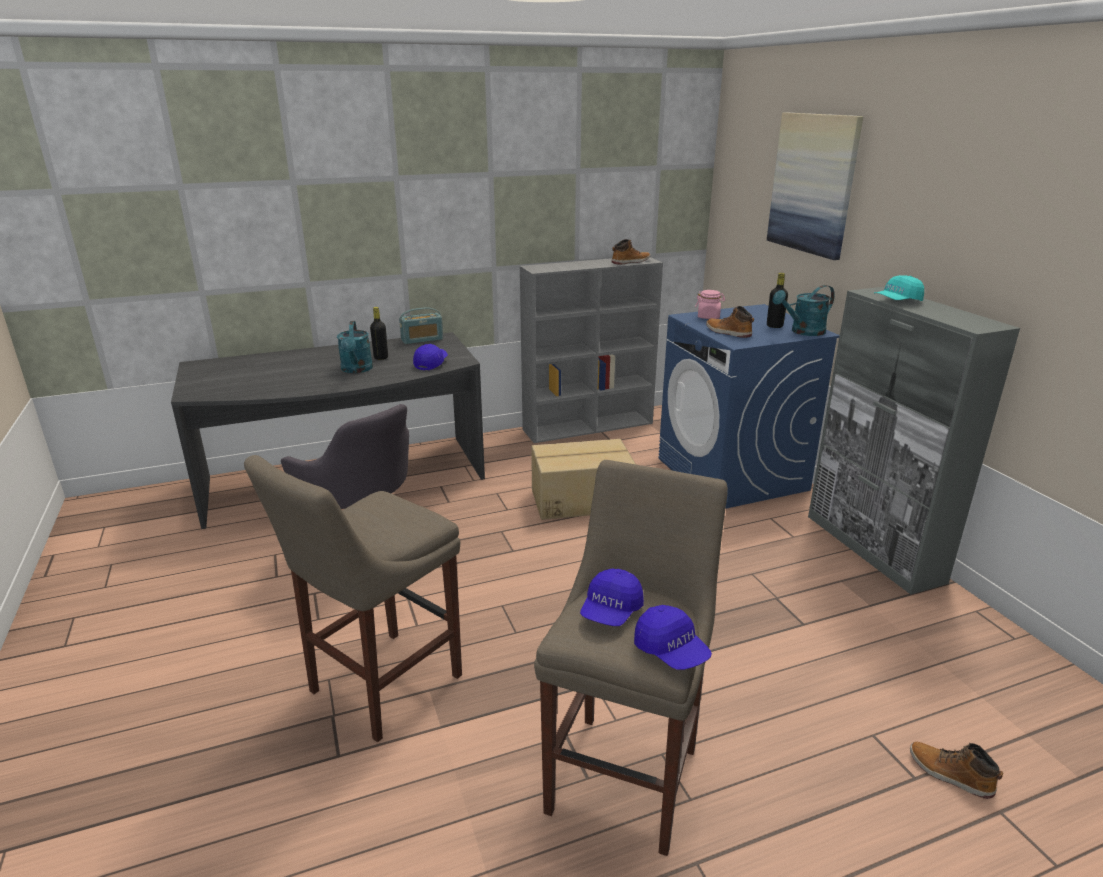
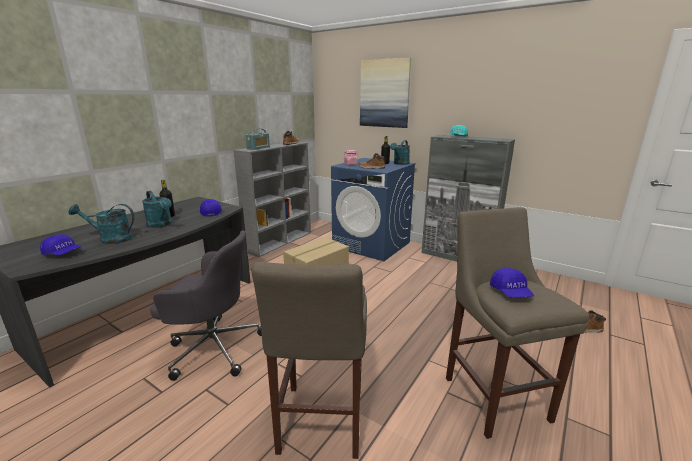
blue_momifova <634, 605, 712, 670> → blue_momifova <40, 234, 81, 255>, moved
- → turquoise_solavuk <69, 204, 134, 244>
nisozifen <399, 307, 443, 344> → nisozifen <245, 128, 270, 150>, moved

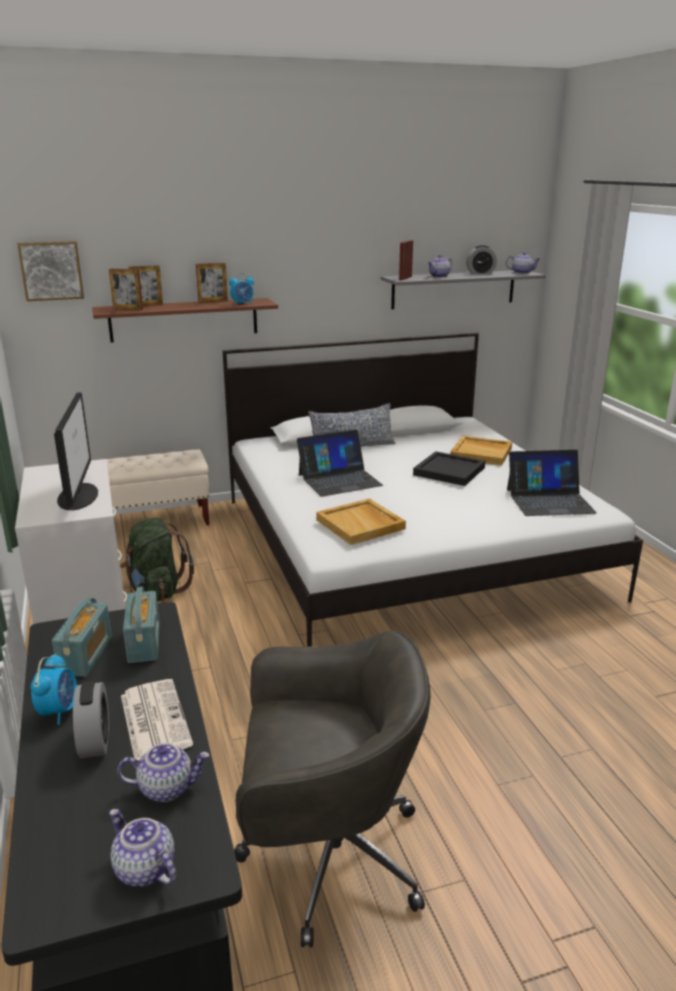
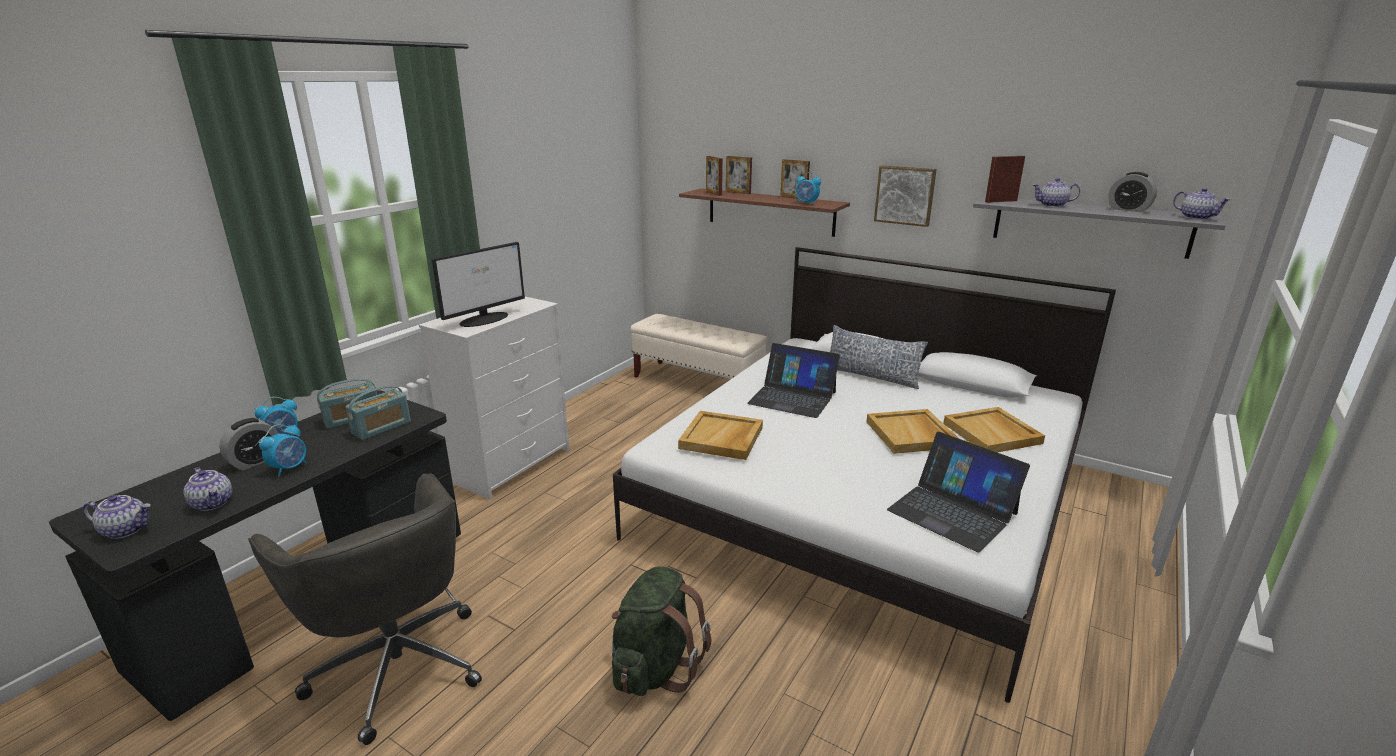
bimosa <109, 809, 176, 887> → bimosa <82, 495, 151, 539>, 90 degrees clockwise
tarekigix <121, 679, 193, 760> → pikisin <259, 424, 307, 477>
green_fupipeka <120, 518, 194, 601> → green_fupipeka <612, 567, 711, 696>, moved
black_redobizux <413, 451, 485, 486> → beige_redobizux <866, 409, 959, 454>
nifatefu <17, 241, 84, 301> → nifatefu <874, 166, 937, 227>, moved

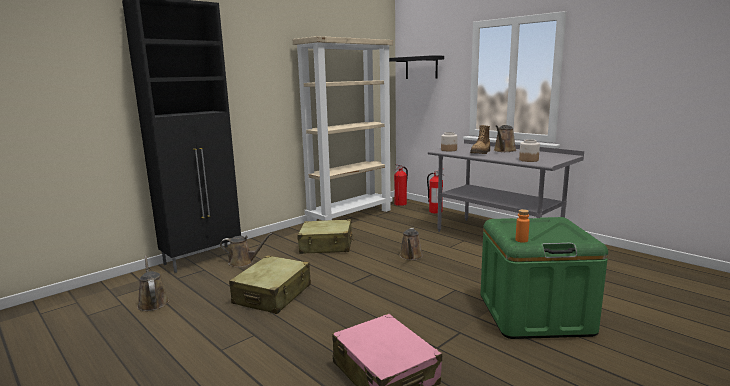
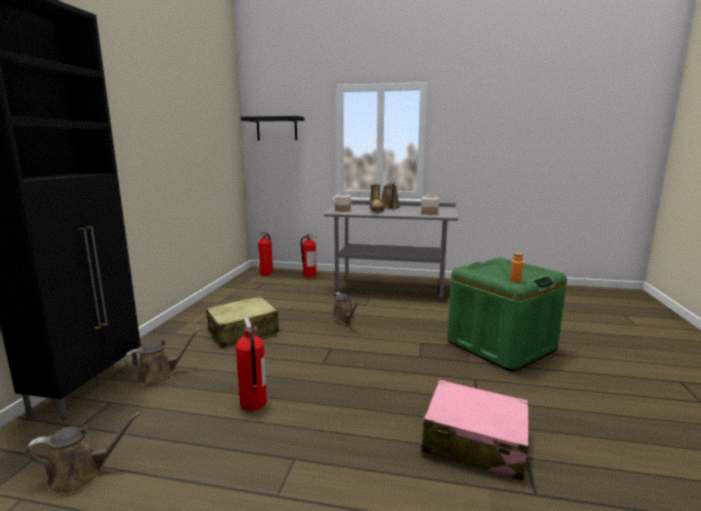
brown_solavuk <137, 255, 169, 311> → brown_solavuk <25, 412, 141, 495>, 135 degrees clockwise
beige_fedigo <229, 255, 311, 314> → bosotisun <236, 316, 267, 411>
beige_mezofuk <293, 36, 393, 221> → -

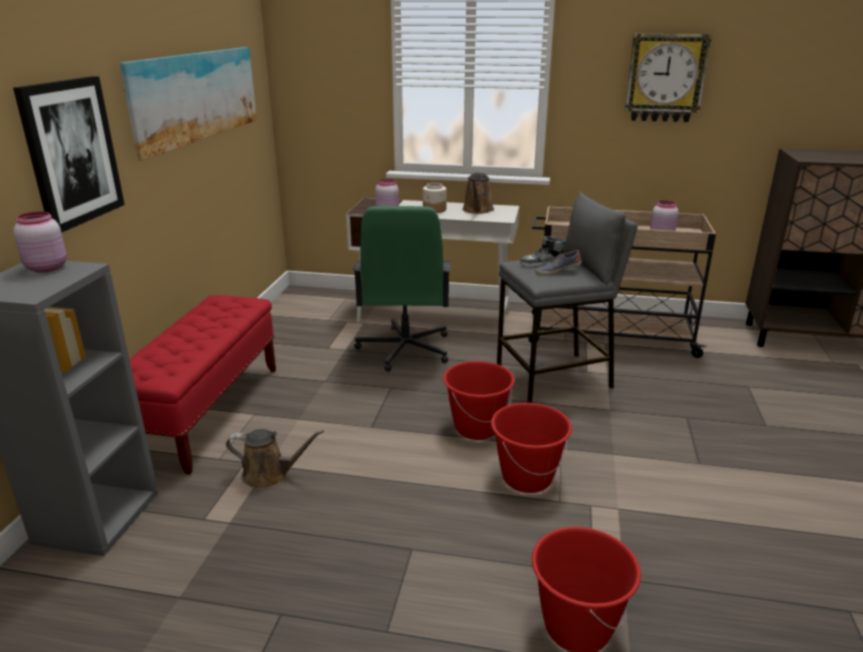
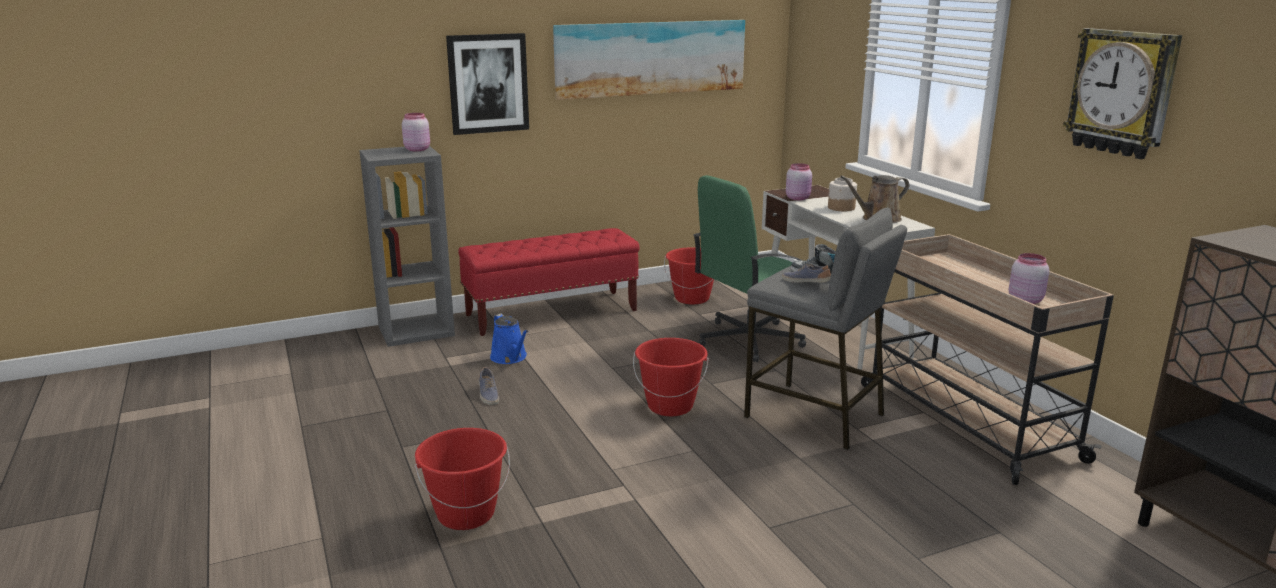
- → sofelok <479, 367, 499, 405>
brown_solavuk <226, 429, 324, 489> → blue_solavuk <490, 313, 528, 364>
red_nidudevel <491, 403, 572, 493> → red_nidudevel <664, 247, 714, 304>, moved

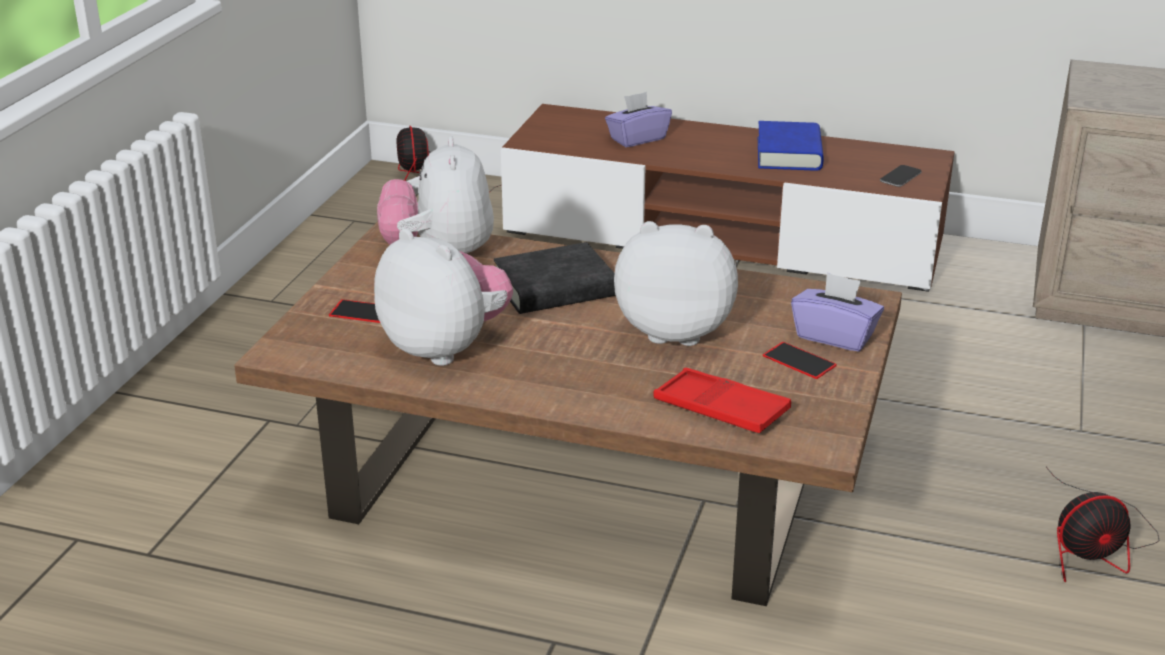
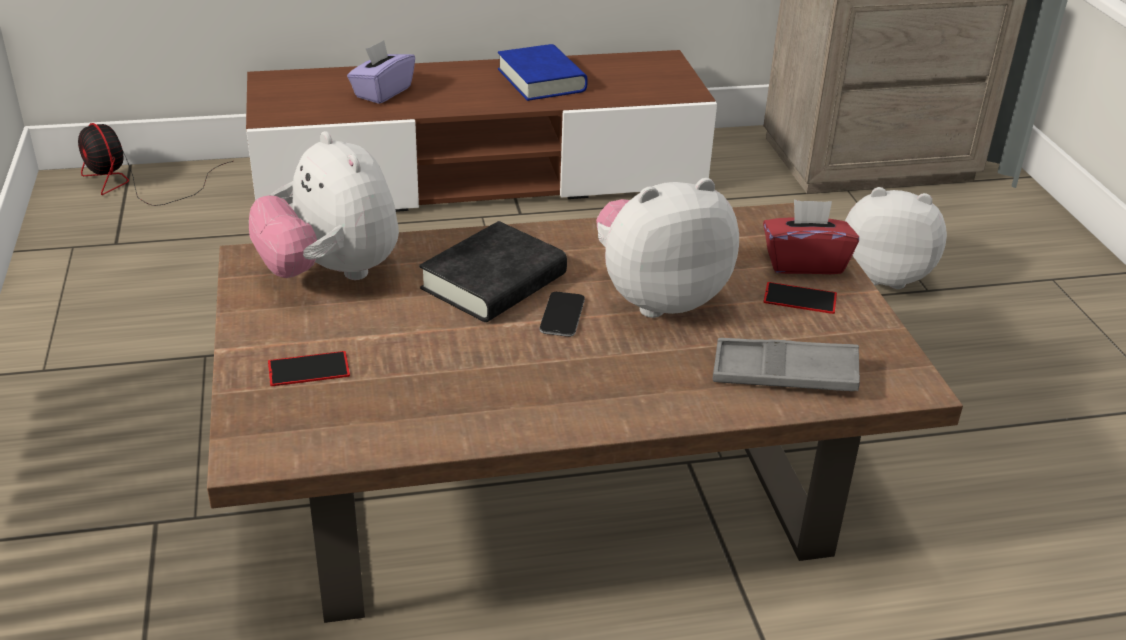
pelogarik <880, 165, 922, 187> → pelogarik <539, 292, 585, 337>, moved
red_redobizux <653, 368, 791, 433> → grey_redobizux <713, 338, 860, 391>
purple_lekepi <791, 272, 884, 352> → red_lekepi <763, 200, 859, 274>
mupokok <374, 228, 513, 366> → mupokok <845, 187, 947, 289>, moved
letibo <1046, 467, 1159, 582> → -

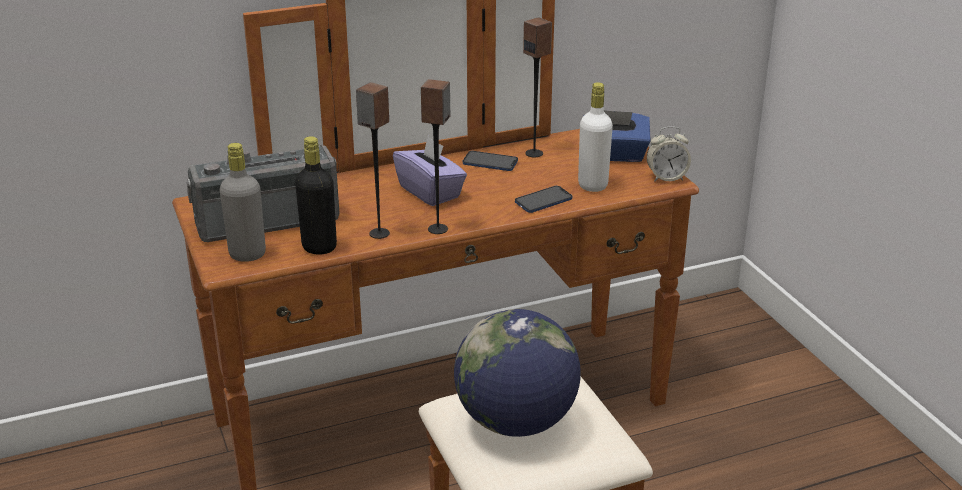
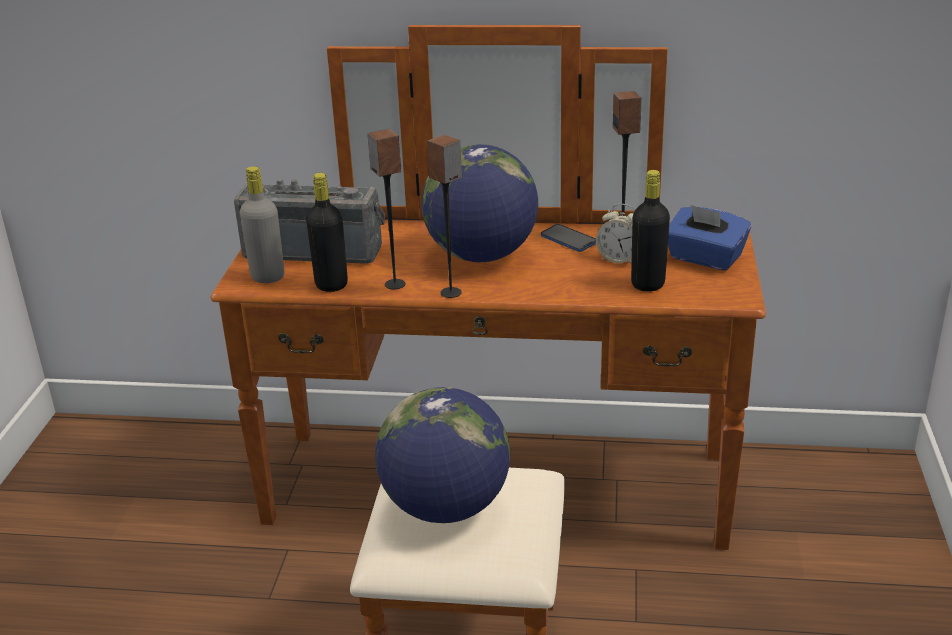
purple_lekepi <393, 136, 467, 206> → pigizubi <421, 144, 538, 262>
pikisin <647, 126, 691, 182> → pikisin <596, 204, 635, 265>, moved
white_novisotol <578, 82, 613, 192> → black_novisotol <631, 170, 670, 292>
pelogarik <515, 186, 572, 213> → -

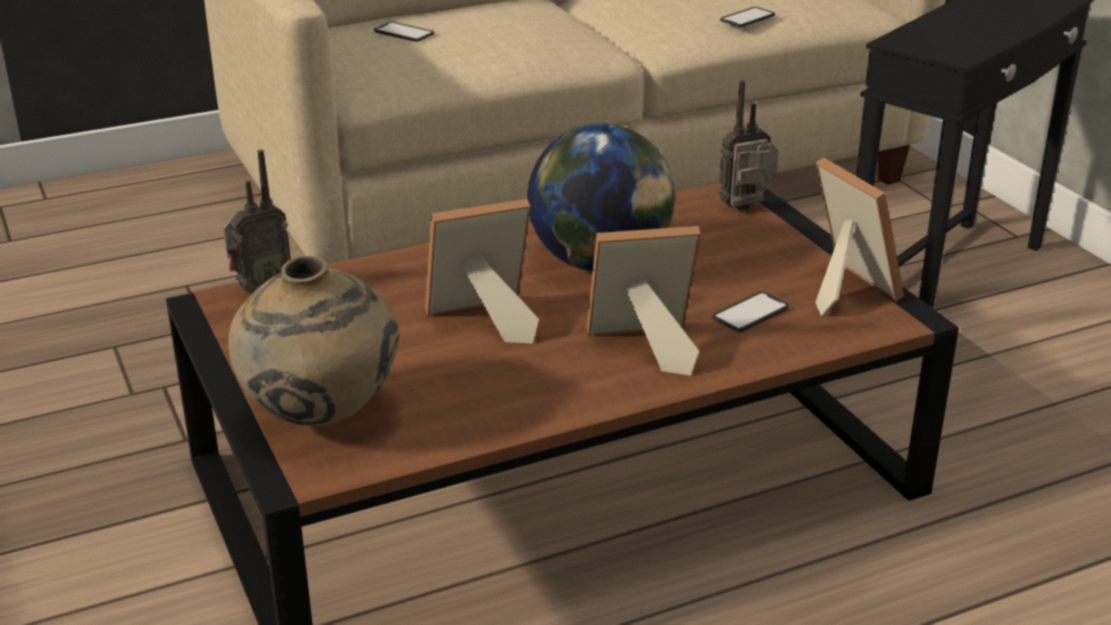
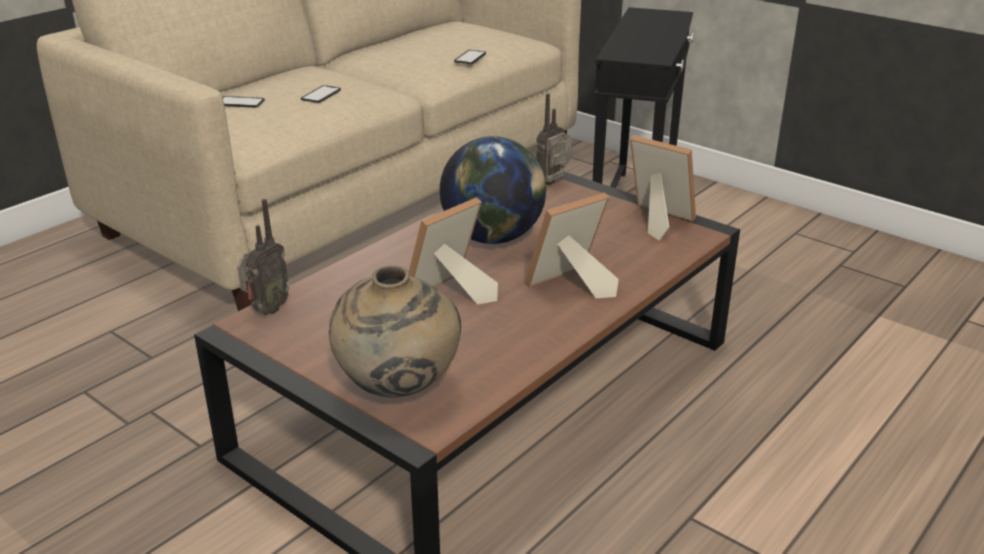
pelogarik <712, 292, 789, 332> → pelogarik <301, 85, 341, 103>, moved

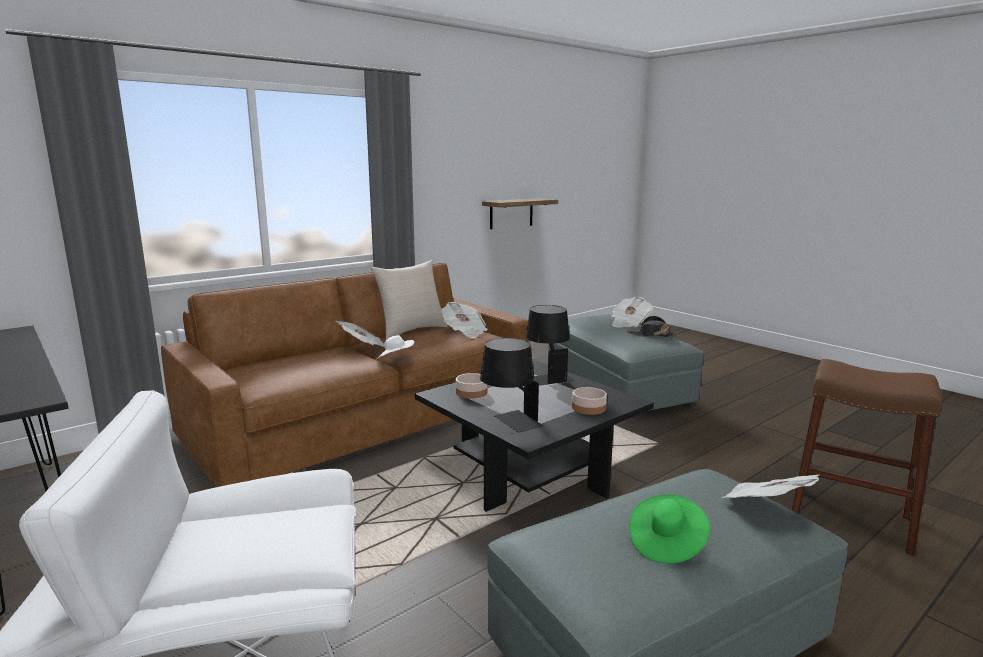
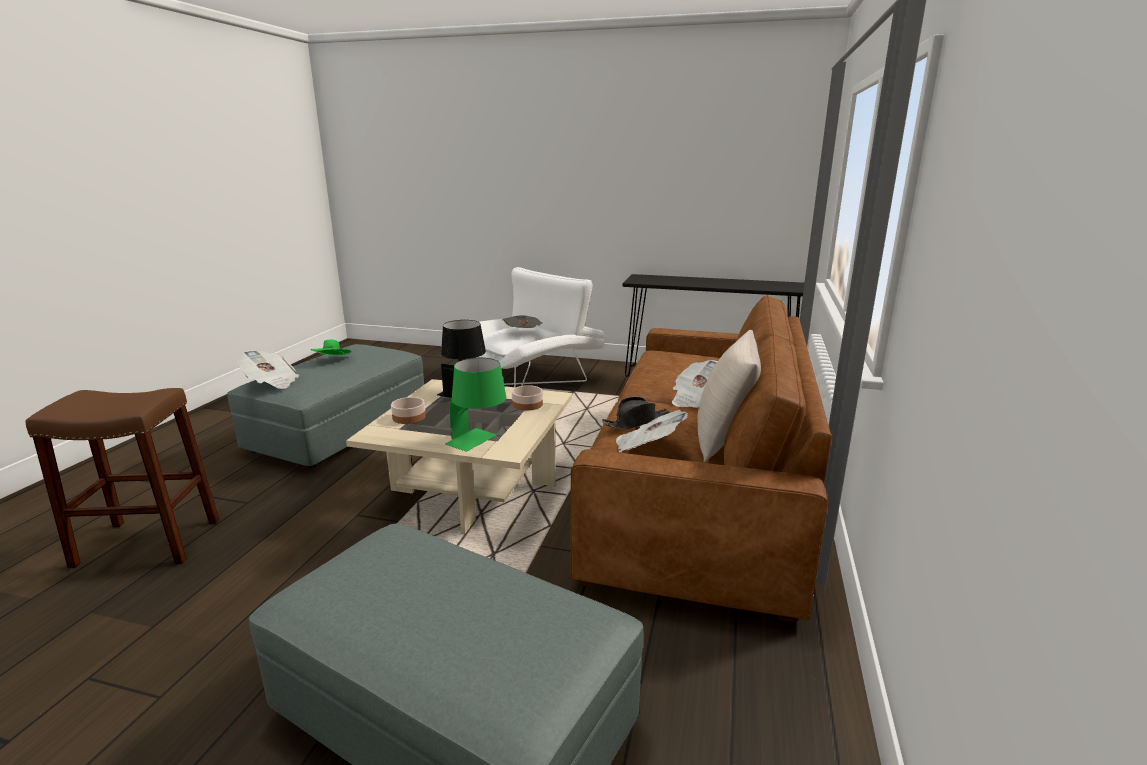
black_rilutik <415, 361, 654, 512> → beige_rilutik <346, 379, 572, 534>
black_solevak <525, 305, 574, 385> → green_solevak <445, 357, 506, 452>
tarekigix <611, 297, 653, 327> → tarekigix <502, 315, 542, 328>, moved
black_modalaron <627, 316, 682, 338> → black_modalaron <602, 397, 670, 429>, moved
white_modalaron <376, 335, 414, 360> → -
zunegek <482, 198, 558, 229> → -

